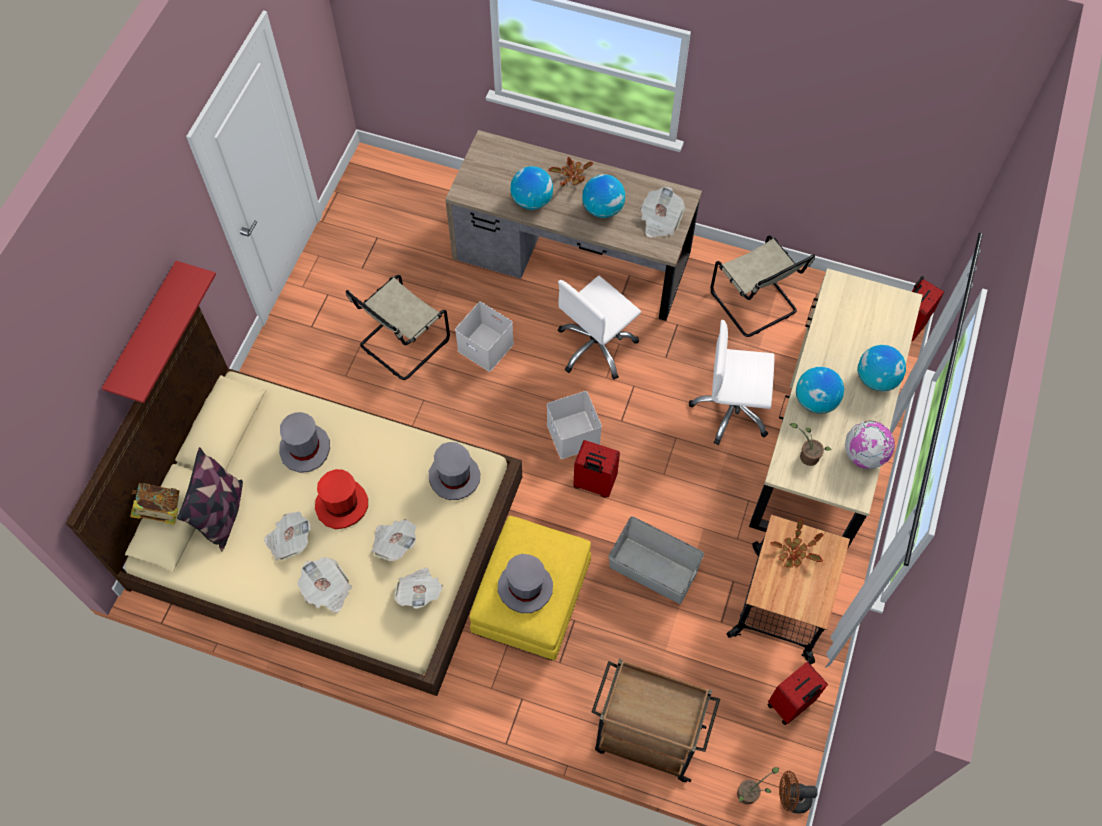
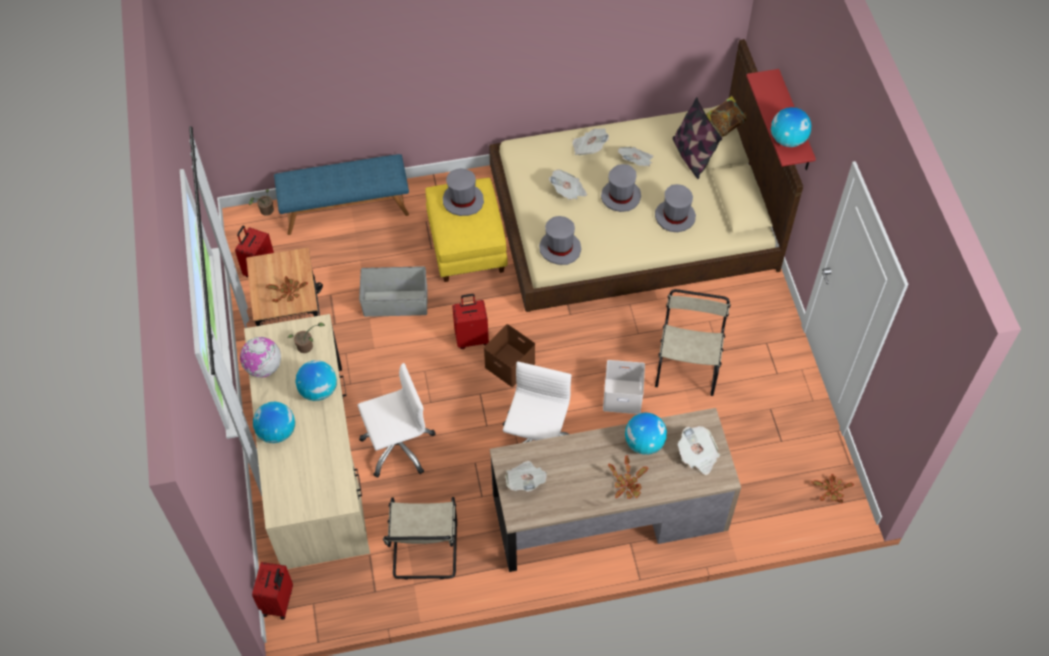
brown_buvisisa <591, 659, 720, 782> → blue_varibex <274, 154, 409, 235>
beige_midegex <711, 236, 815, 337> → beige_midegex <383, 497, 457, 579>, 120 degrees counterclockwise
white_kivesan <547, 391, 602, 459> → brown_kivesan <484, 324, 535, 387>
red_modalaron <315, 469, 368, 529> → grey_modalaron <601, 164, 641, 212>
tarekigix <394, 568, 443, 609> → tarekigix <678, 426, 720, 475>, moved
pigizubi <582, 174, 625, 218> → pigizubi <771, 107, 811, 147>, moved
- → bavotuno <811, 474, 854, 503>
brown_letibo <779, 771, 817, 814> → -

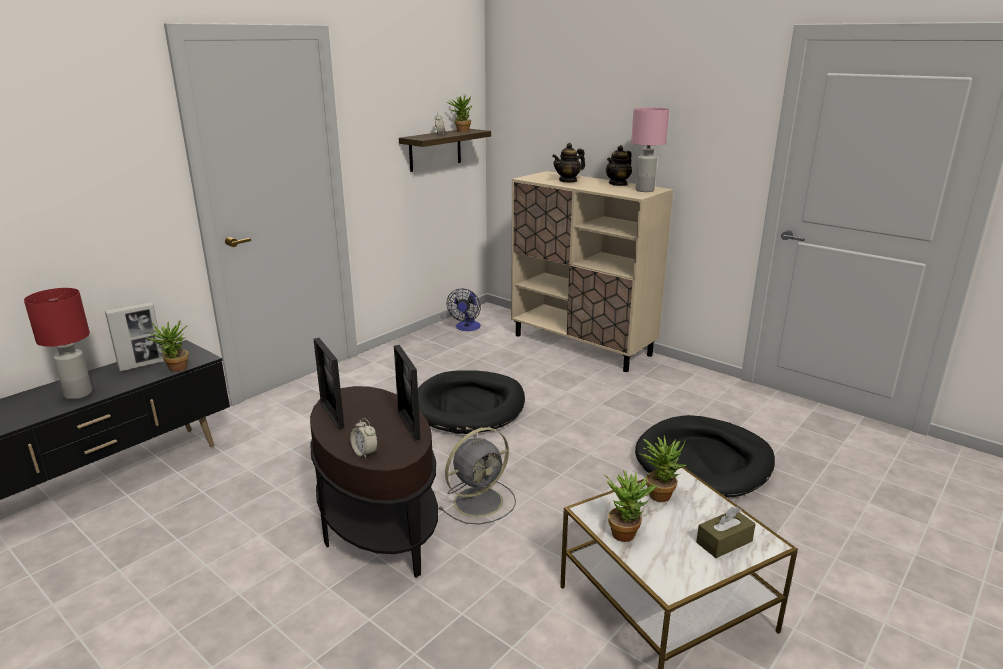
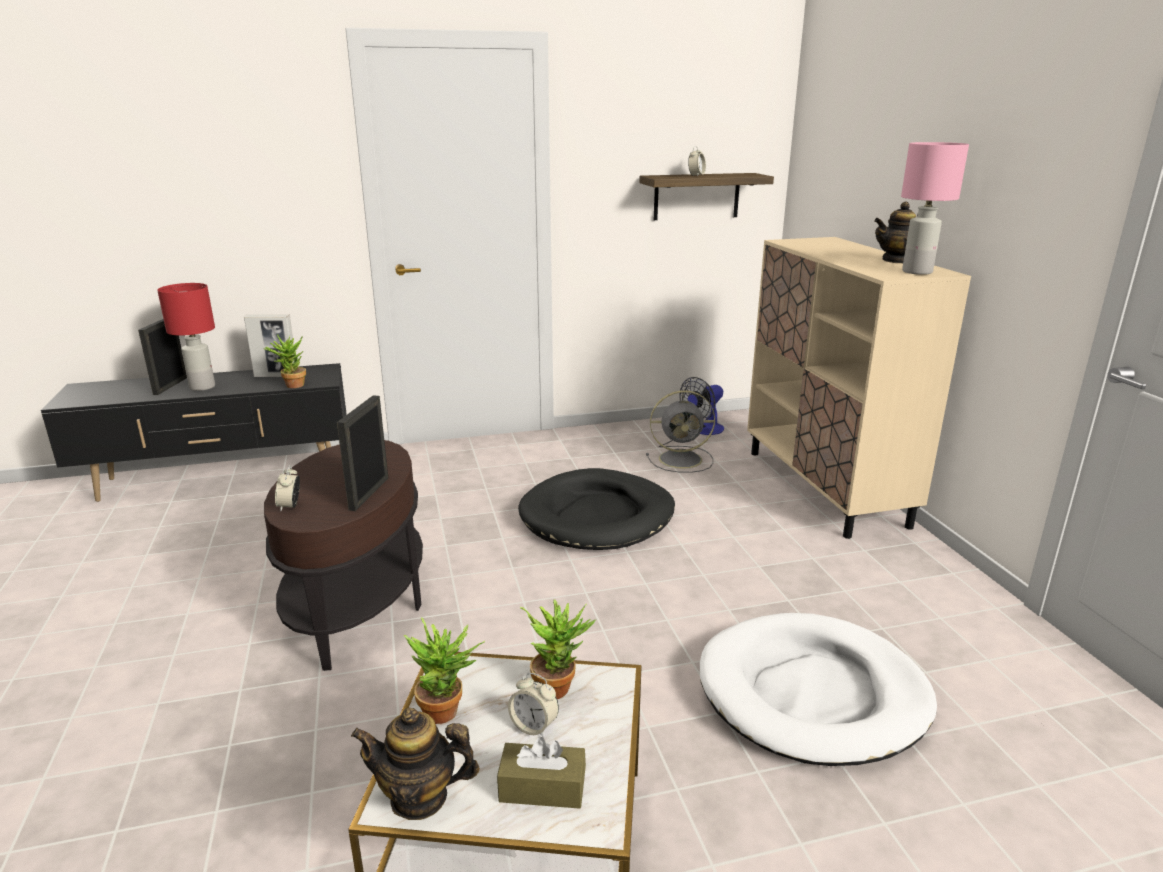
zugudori <313, 338, 344, 430> → zugudori <138, 319, 187, 395>, moved
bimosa <552, 143, 585, 183> → bimosa <351, 707, 480, 820>, moved
- → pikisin <508, 673, 559, 738>
grey_letibo <438, 427, 516, 525> → grey_letibo <646, 390, 715, 473>, moved
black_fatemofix <635, 415, 775, 498> → white_fatemofix <700, 613, 937, 766>
bavotuno <447, 95, 473, 132> → -

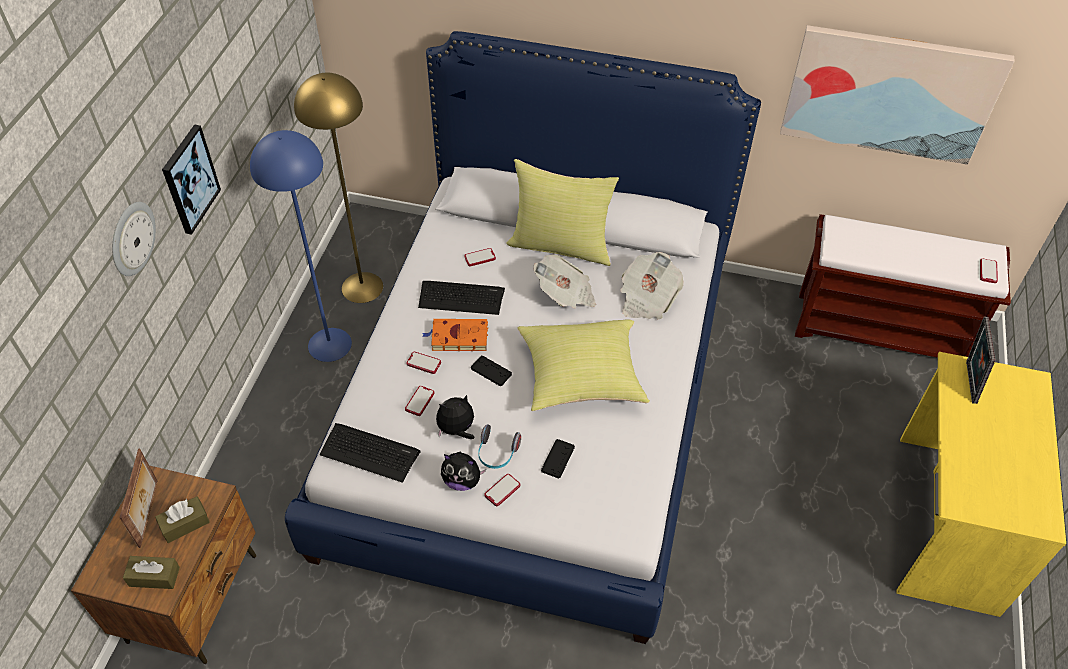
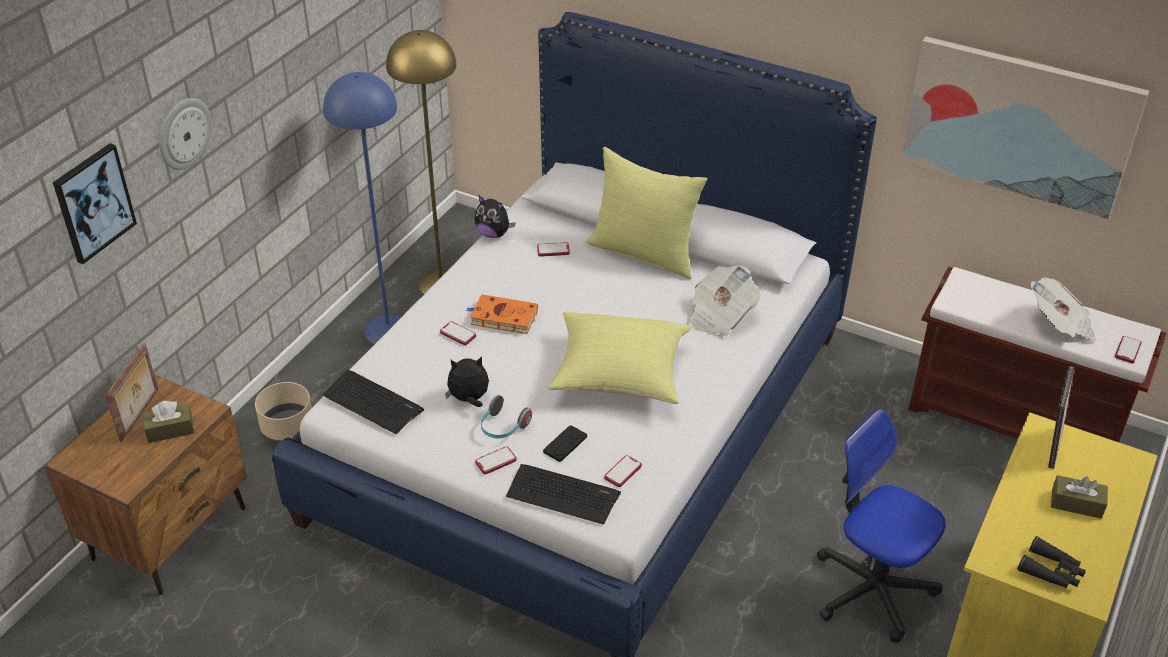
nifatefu <162, 124, 221, 235> → nifatefu <53, 143, 137, 264>, moved
- → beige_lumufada <255, 382, 312, 446>
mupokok <441, 451, 486, 491> → mupokok <475, 195, 516, 238>, moved
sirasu <418, 281, 505, 315> → sirasu <506, 464, 621, 525>, moved
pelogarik <405, 386, 435, 416> → pelogarik <604, 455, 642, 487>, moved
- → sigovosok <817, 409, 946, 643>
- → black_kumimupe <1017, 536, 1086, 588>
tarekigix <534, 255, 596, 309> → tarekigix <1031, 278, 1096, 342>, moved
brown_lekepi <123, 556, 180, 589> → brown_lekepi <1051, 475, 1108, 519>, moved
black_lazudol <471, 355, 512, 386> → -

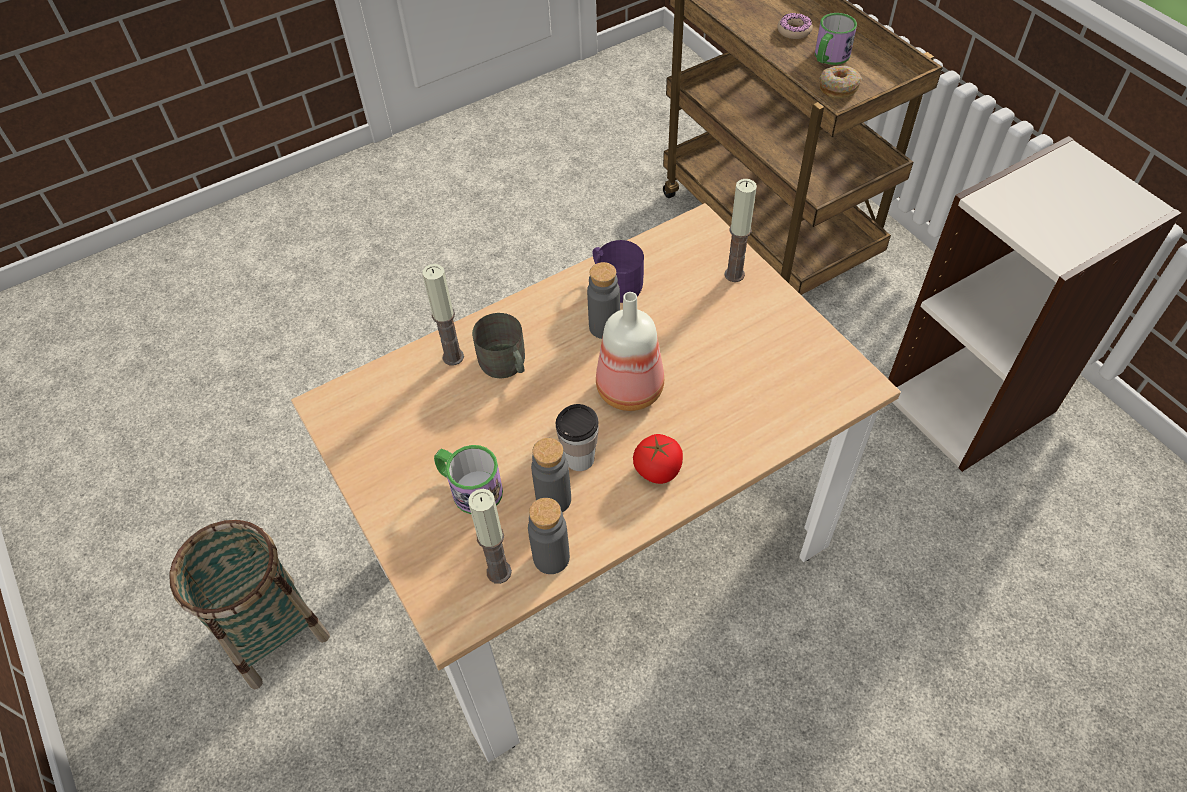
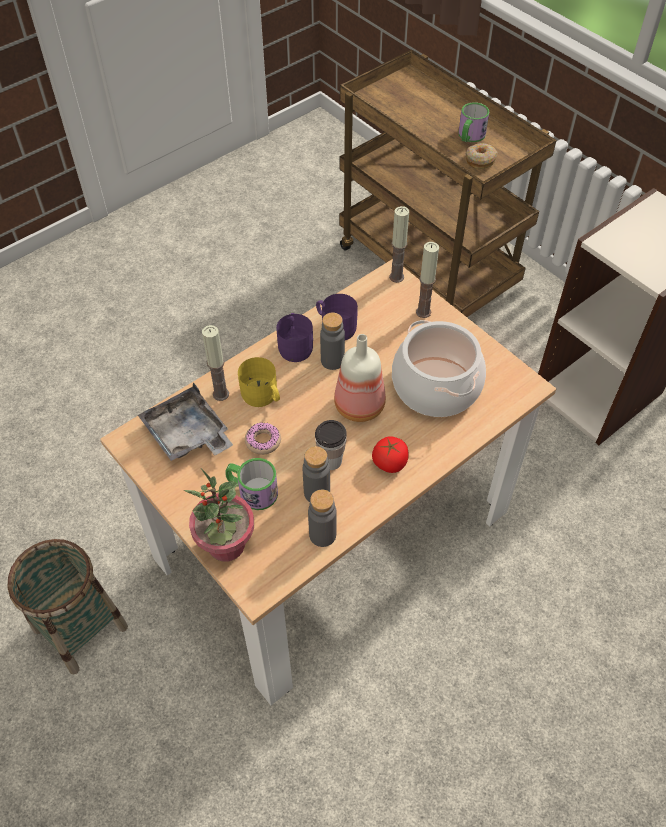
- → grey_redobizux <138, 382, 233, 461>
- → bavotuno <184, 468, 254, 562>
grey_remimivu <472, 313, 525, 378> → yellow_remimivu <238, 357, 280, 407>
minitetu <777, 13, 813, 39> → minitetu <245, 423, 281, 455>, moved
- → purple_remimivu <276, 313, 313, 362>
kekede <468, 489, 512, 584> → kekede <389, 206, 409, 283>, moved
- → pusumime <392, 320, 486, 417>

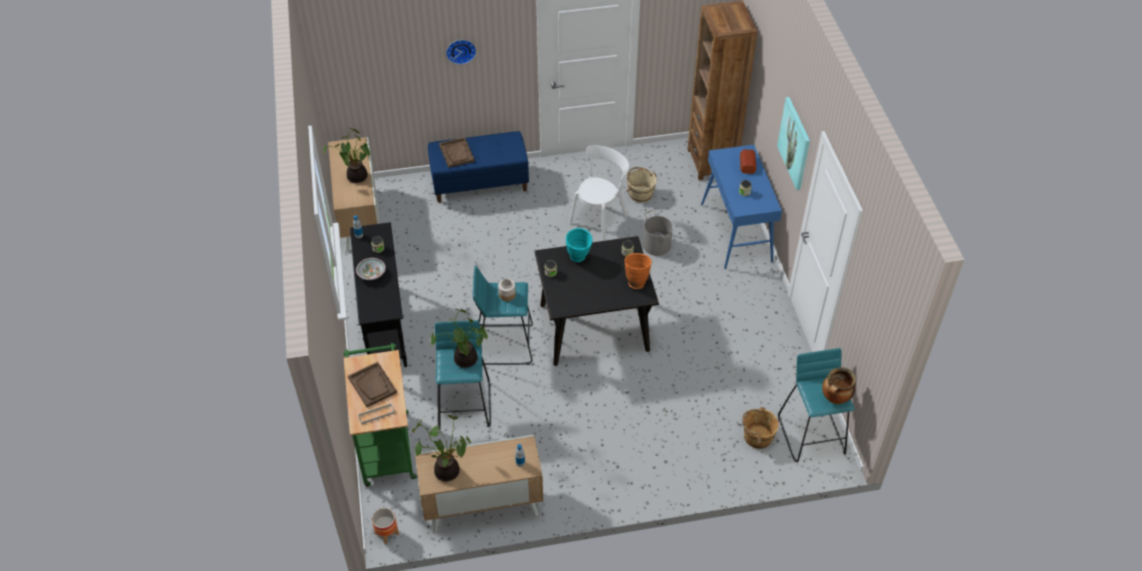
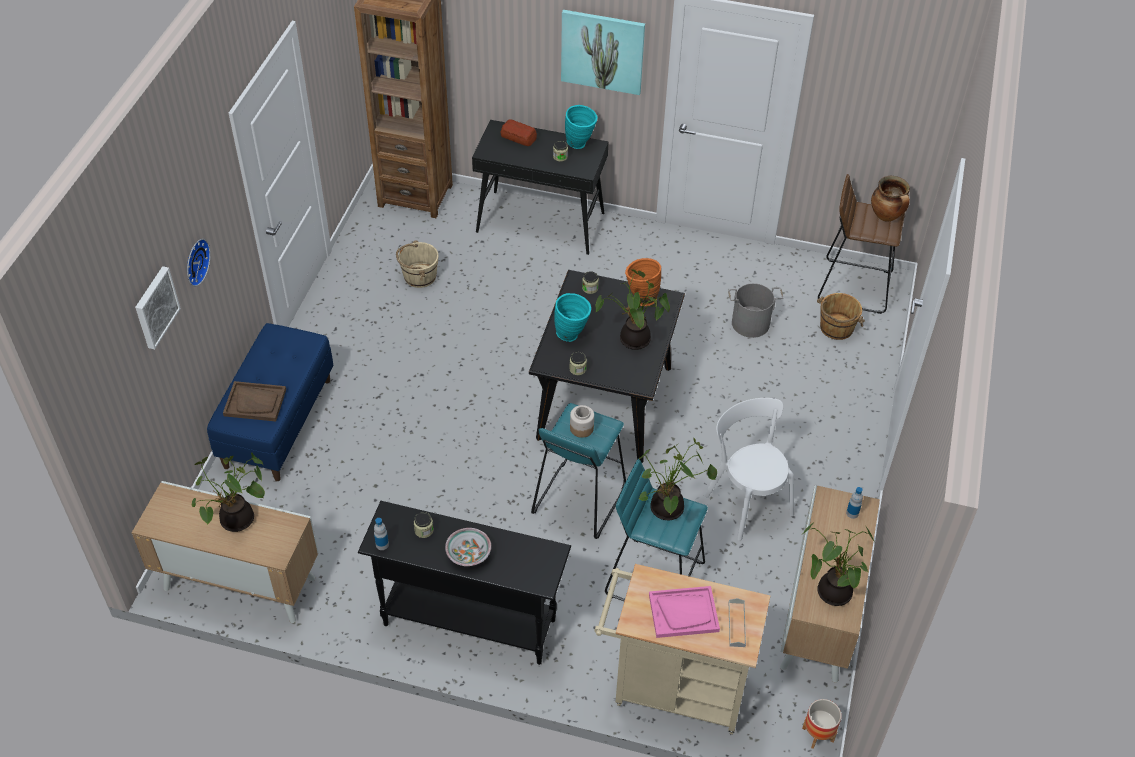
- → nifatefu <135, 266, 181, 349>
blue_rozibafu <701, 145, 782, 269> → black_rozibafu <472, 120, 609, 255>
- → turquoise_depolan <565, 105, 598, 149>
green_buvisisa <343, 343, 416, 487> → beige_buvisisa <594, 564, 770, 734>
- → bavotuno <595, 269, 670, 350>
brown_redobizux <348, 362, 397, 407> → pink_redobizux <649, 586, 720, 638>
white_midegex <569, 145, 629, 241> → white_midegex <704, 398, 794, 541>, moved
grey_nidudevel <643, 210, 674, 256> → grey_nidudevel <728, 283, 783, 338>, moved
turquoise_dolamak <778, 348, 854, 462> → brown_dolamak <818, 174, 905, 314>

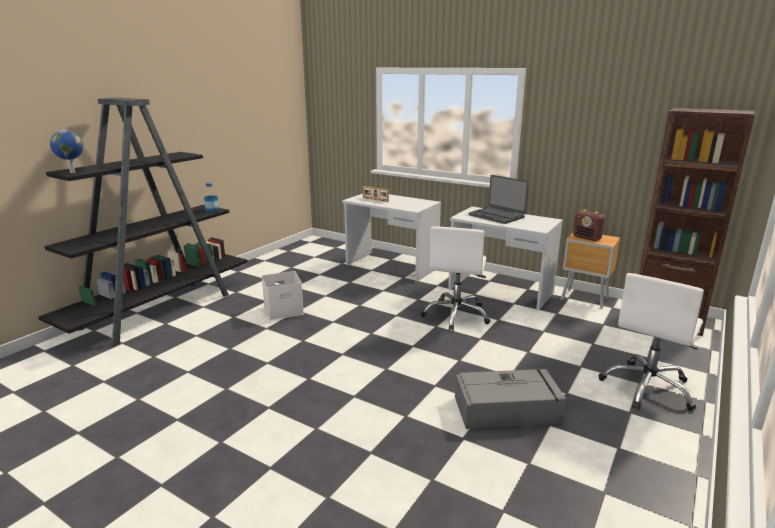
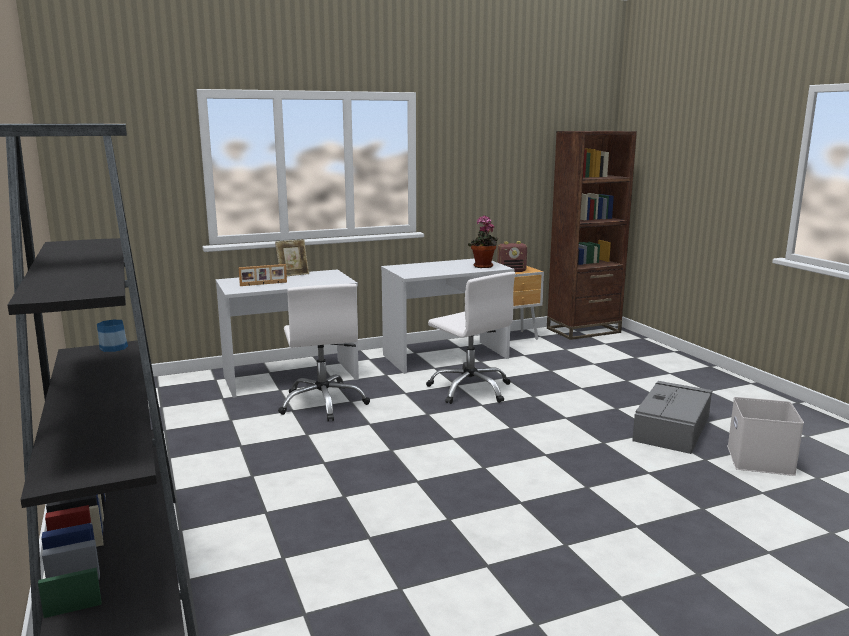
- → zugudori <275, 240, 309, 276>
white_sigovosok <599, 273, 704, 411> → white_sigovosok <278, 284, 370, 421>, moved
- → bavotuno <468, 216, 498, 268>
white_kivesan <262, 271, 304, 320> → white_kivesan <727, 397, 804, 476>, moved
pigizubi <50, 130, 84, 173> → -
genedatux <468, 175, 529, 224> → -

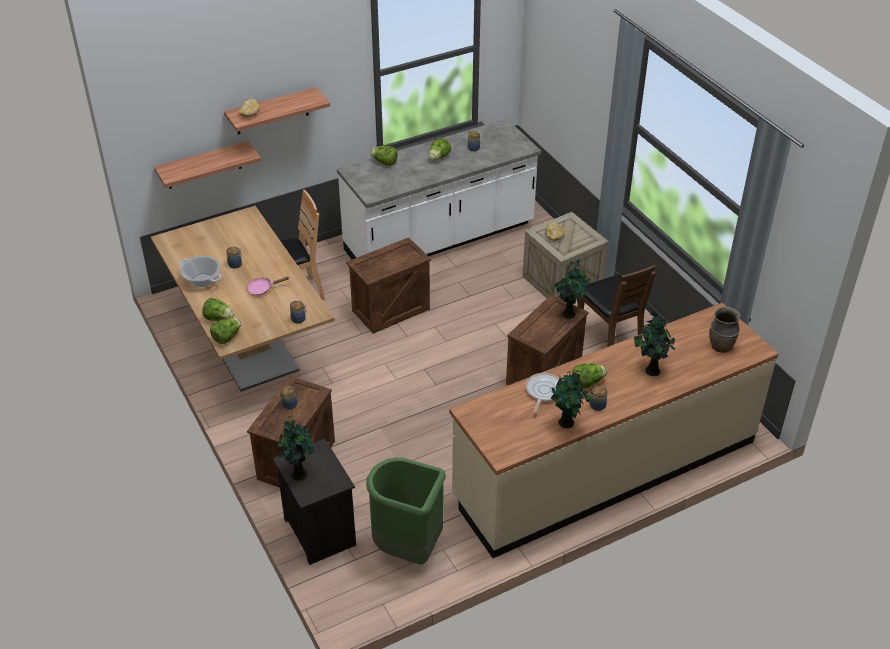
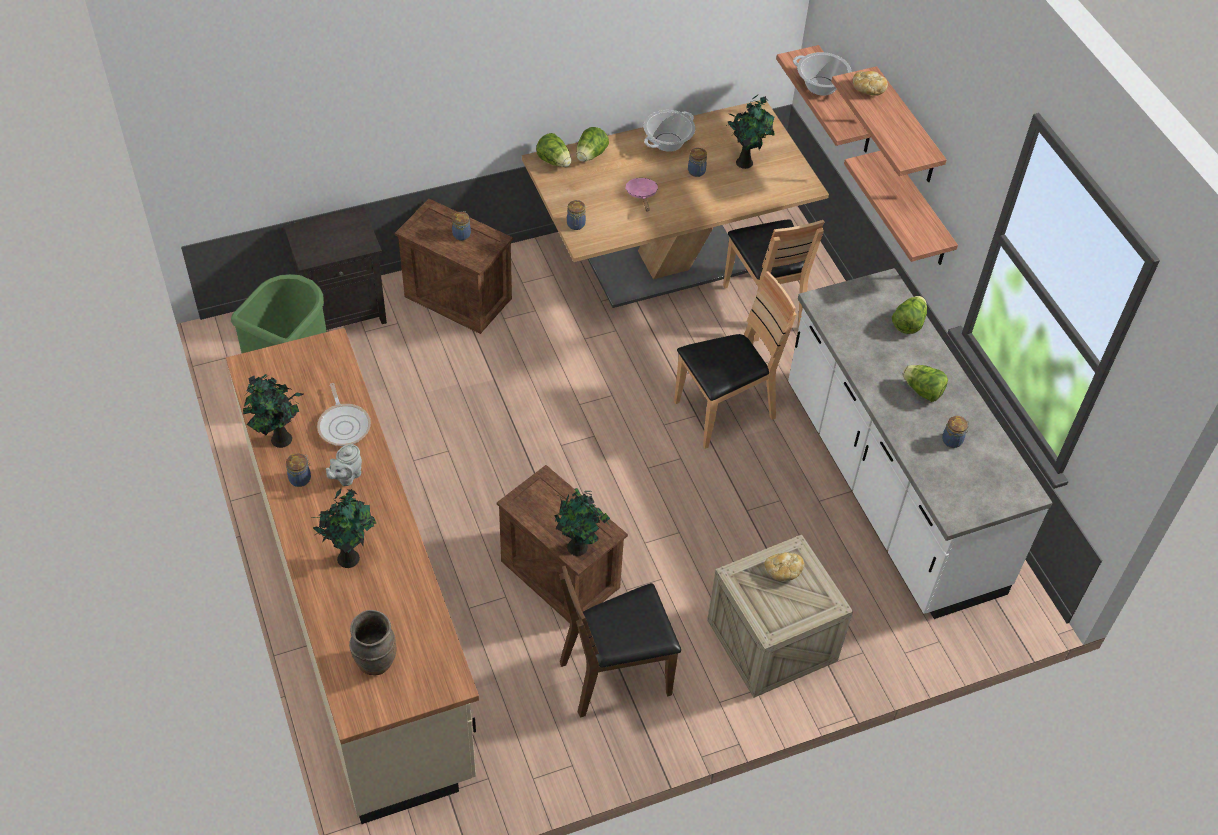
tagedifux <525, 373, 559, 413> → tagedifux <317, 383, 371, 446>, 45 degrees clockwise
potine <572, 363, 607, 388> → grey_bimosa <326, 444, 362, 486>
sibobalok <346, 237, 431, 334> → brown_midegex <674, 271, 797, 449>
bavotuno <278, 415, 315, 481> → bavotuno <726, 94, 775, 169>, moved
- → pusumime <793, 52, 852, 96>
- → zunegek <844, 151, 958, 265>

